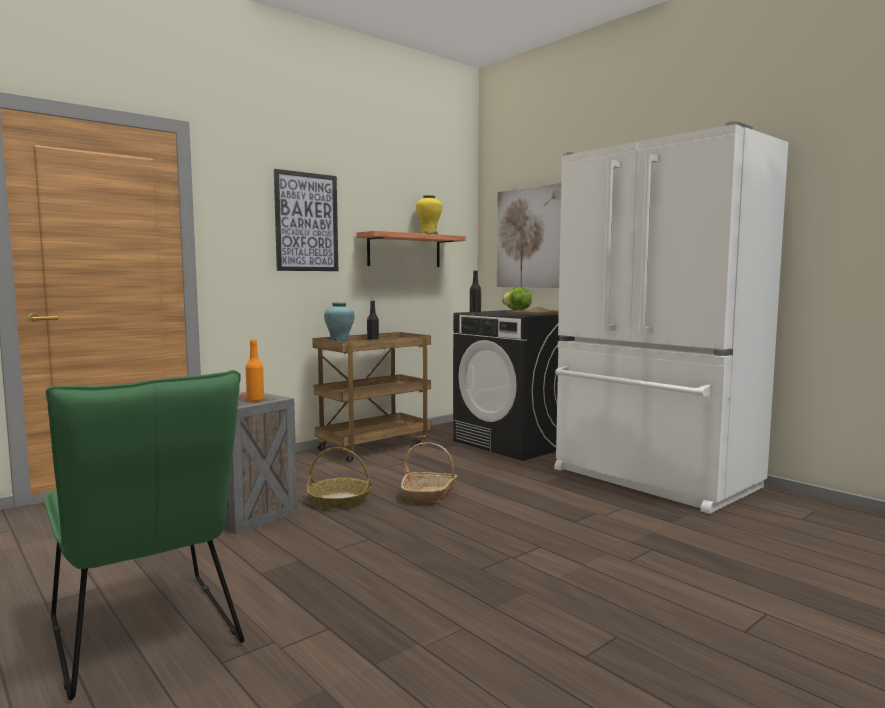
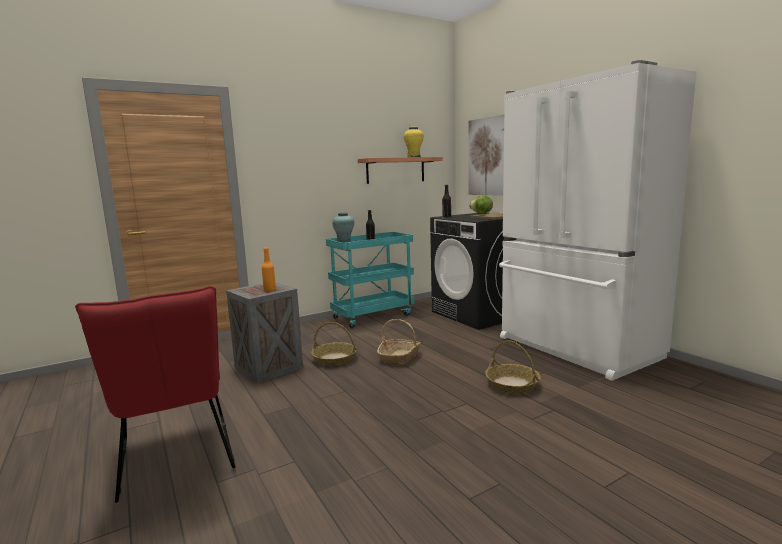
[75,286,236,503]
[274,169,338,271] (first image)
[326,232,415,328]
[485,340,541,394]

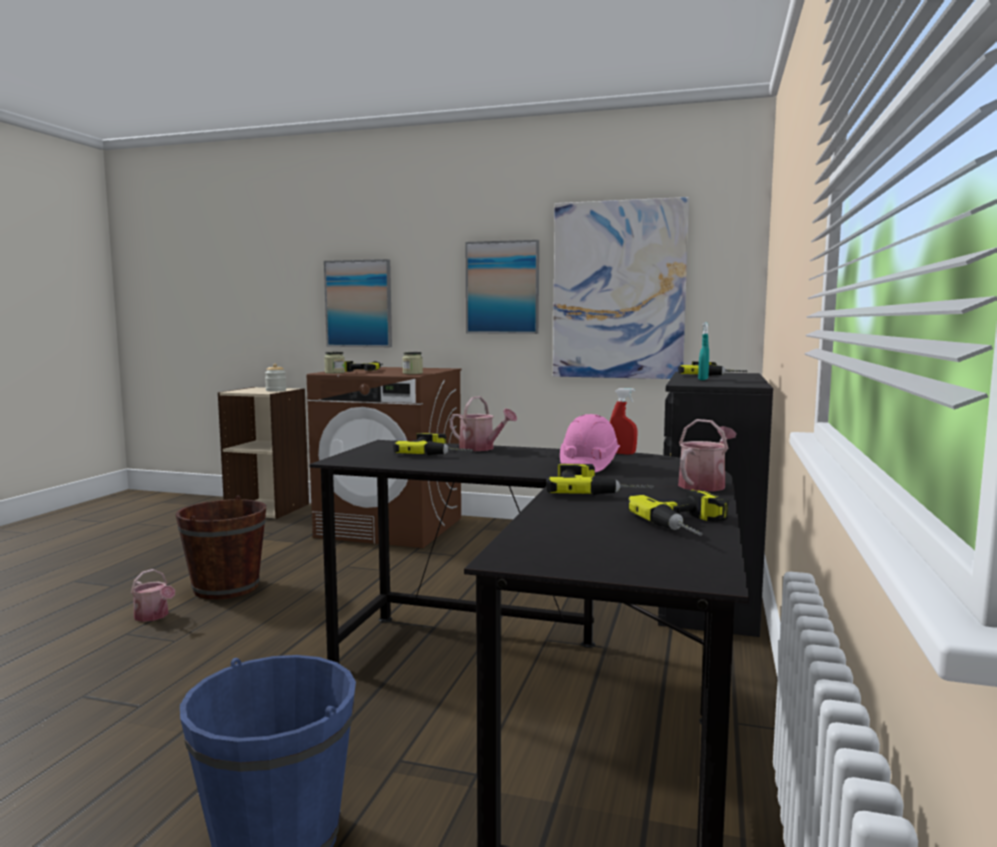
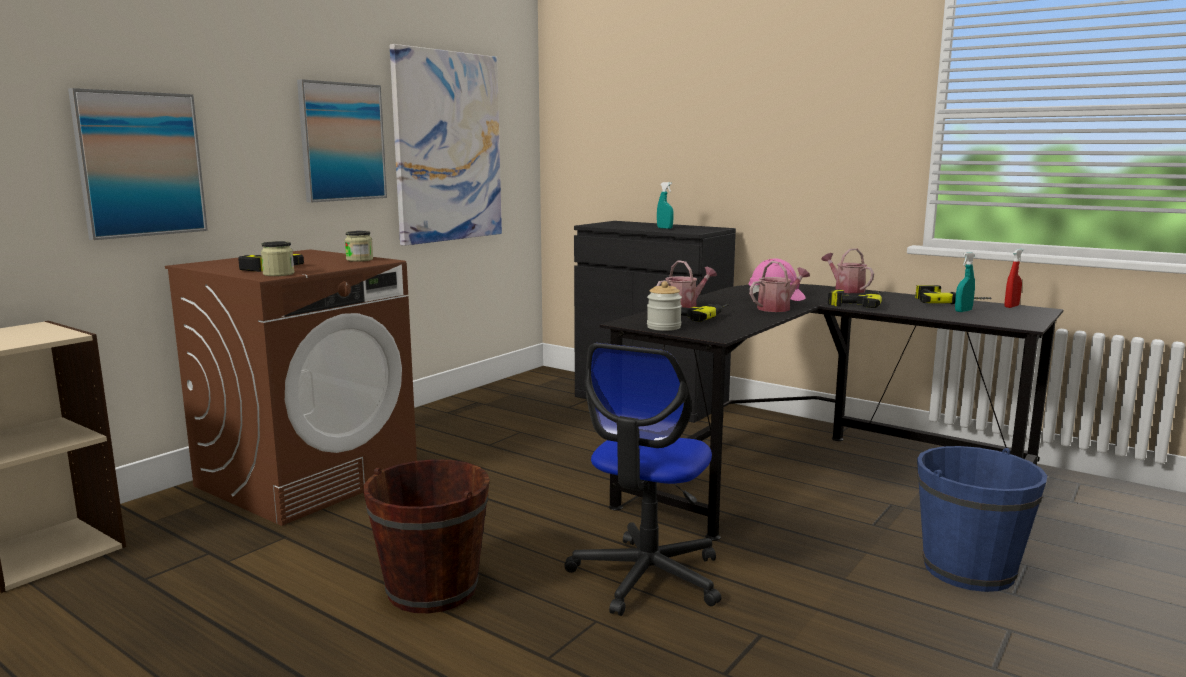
[750,261,810,312]
[647,281,682,331]
[1005,249,1023,308]
[678,362,747,376] (first image)
[564,343,721,616]
[955,252,975,312]

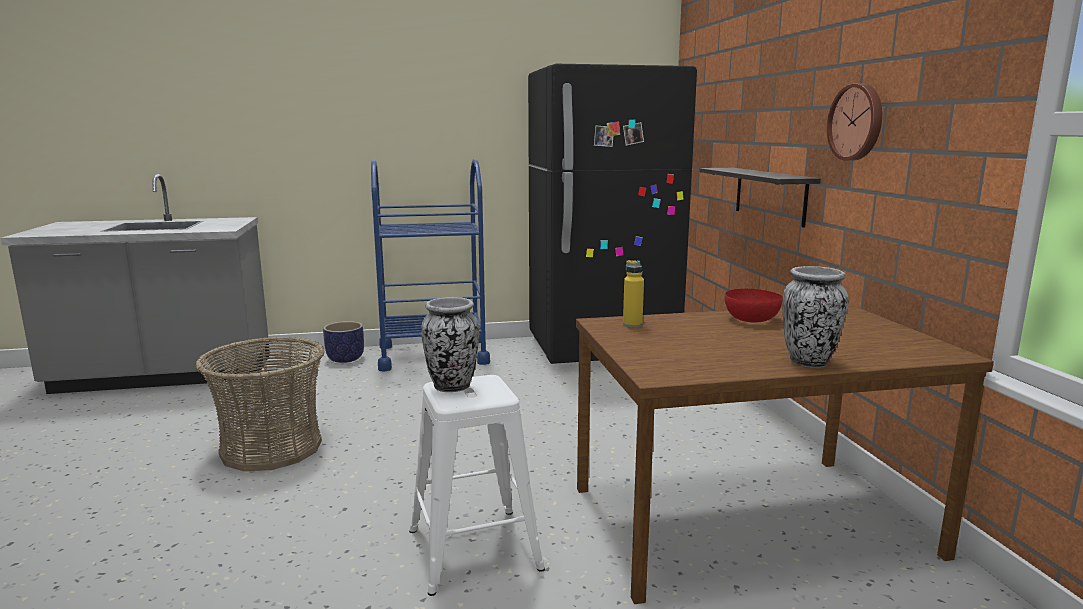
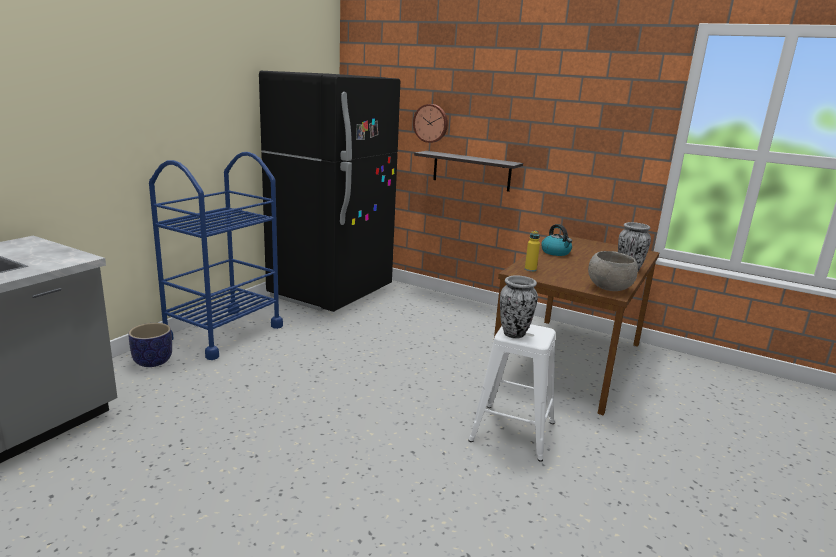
[195,337,325,471] (first image)
[541,224,572,256]
[413,104,448,143]
[588,251,638,291]

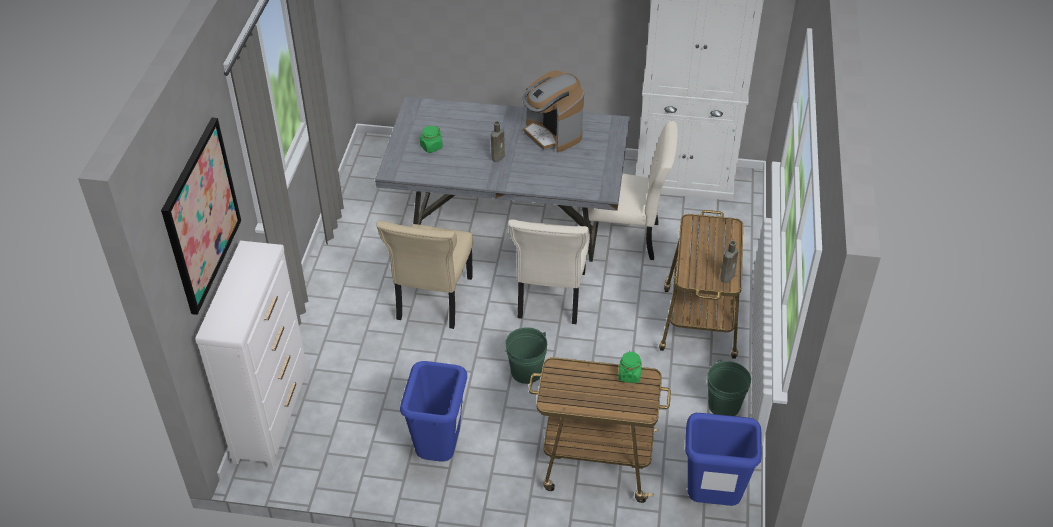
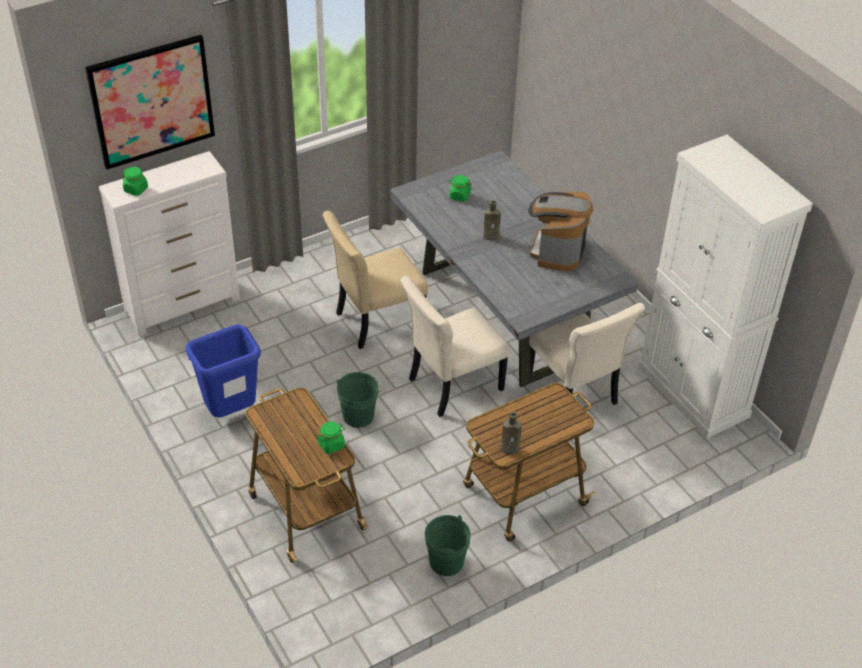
[685,413,762,506] (first image)
[122,167,148,196]

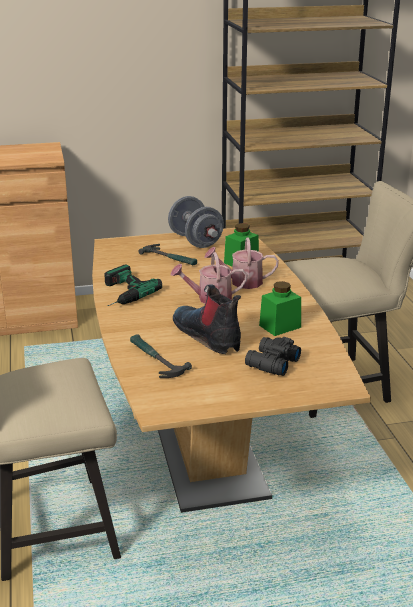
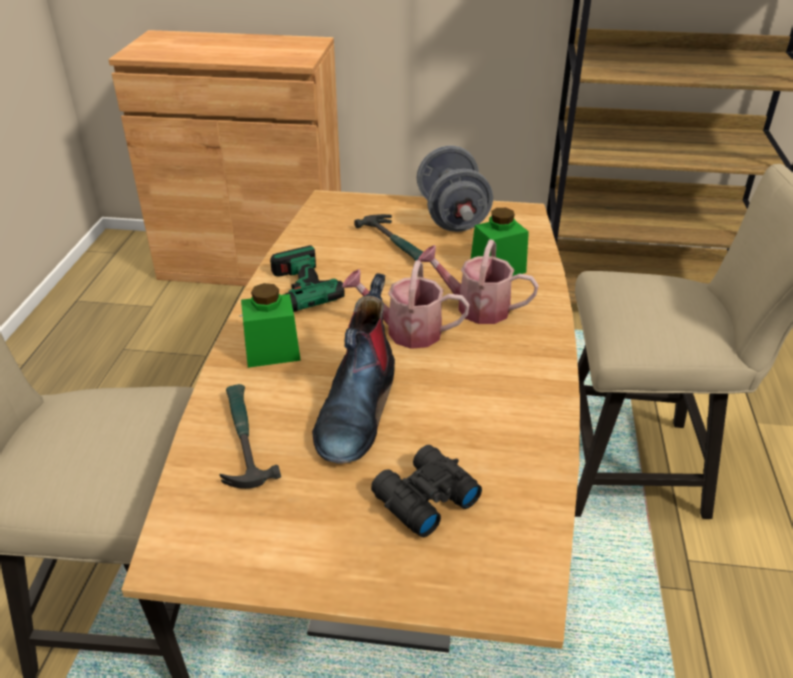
[312,273,395,464]
[241,283,301,368]

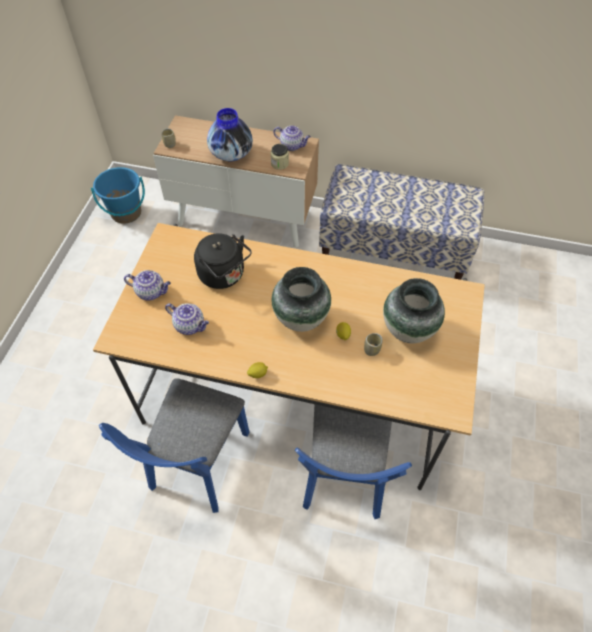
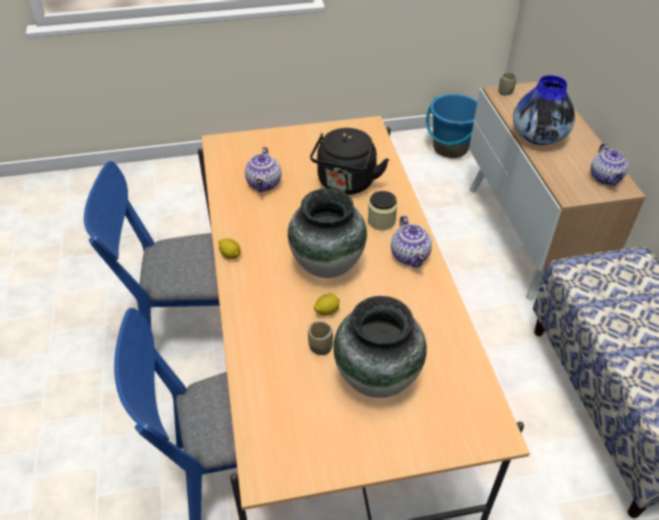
[391,216,432,268]
[368,191,397,230]

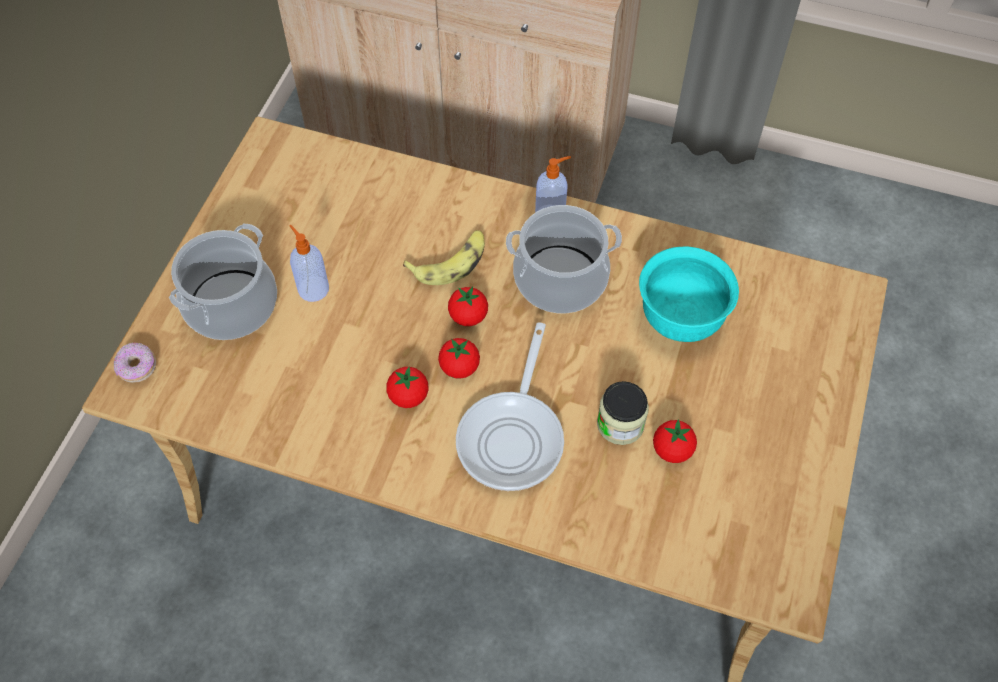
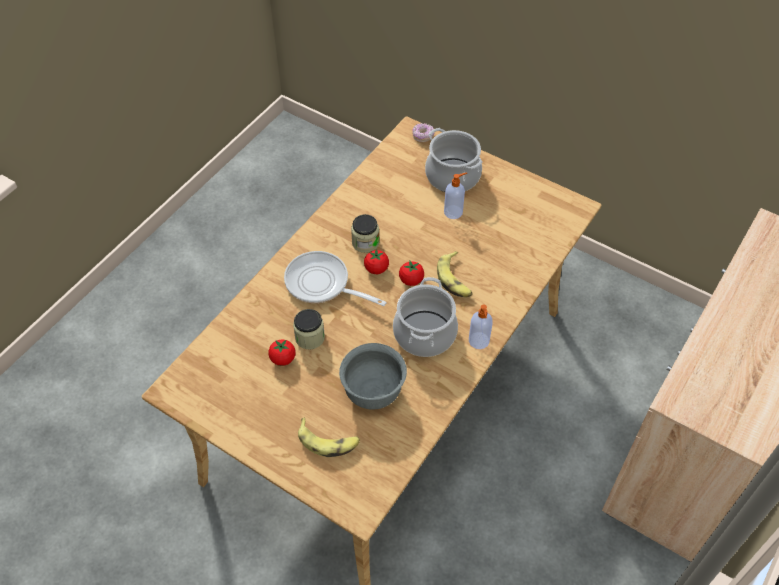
[351,214,379,253]
[339,343,407,410]
[298,417,360,457]

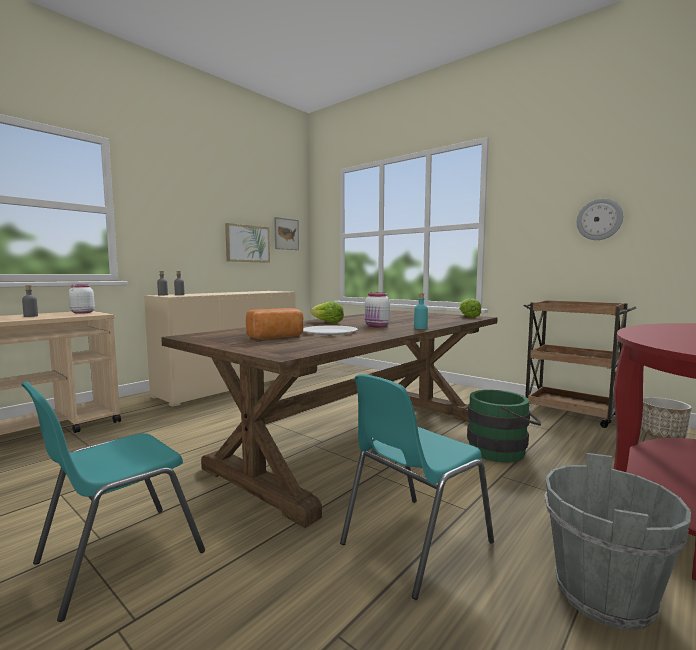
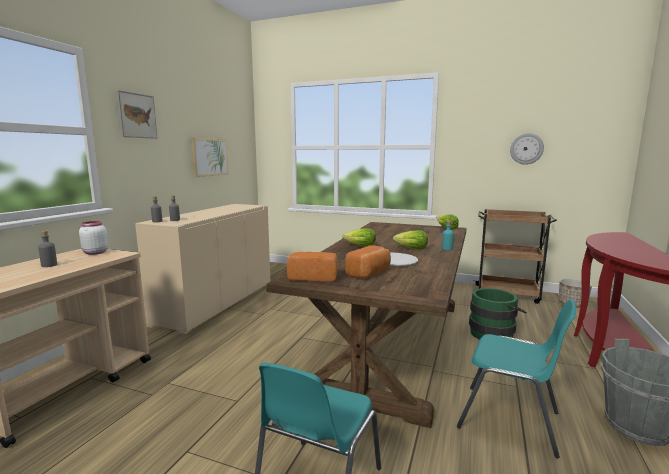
[117,90,157,139]
[457,299,576,458]
[393,230,428,250]
[287,252,337,282]

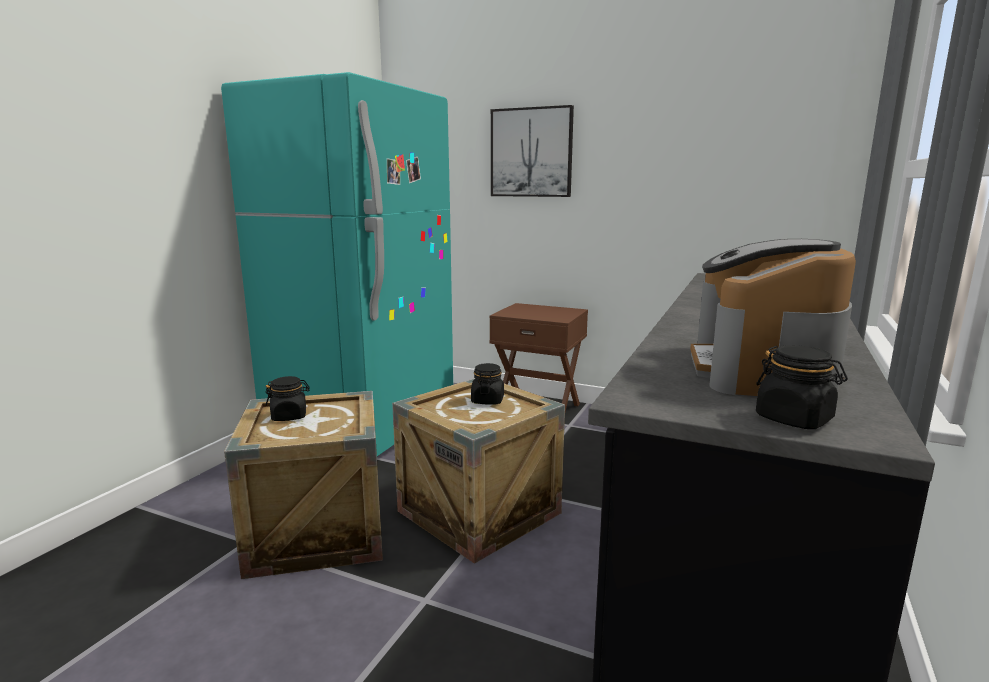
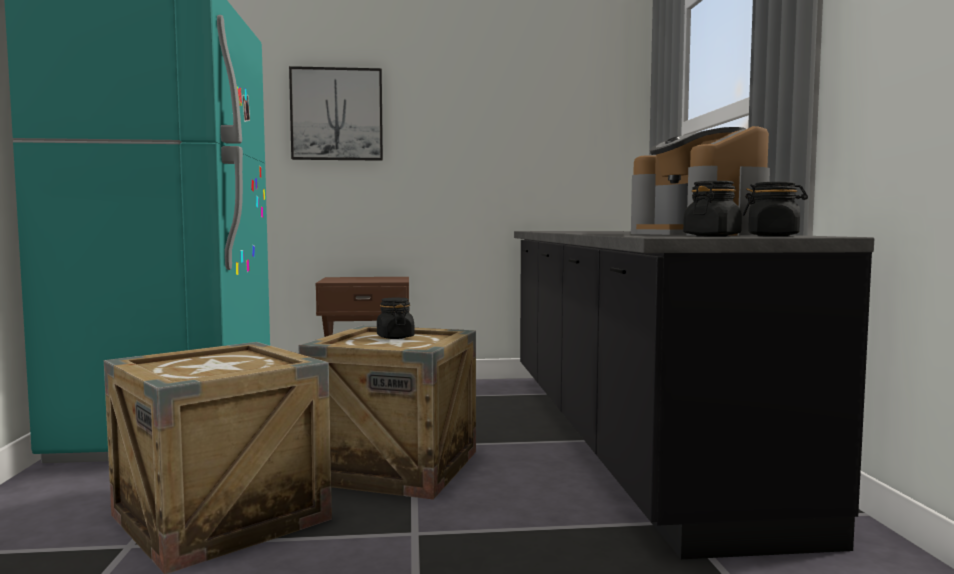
[683,181,742,236]

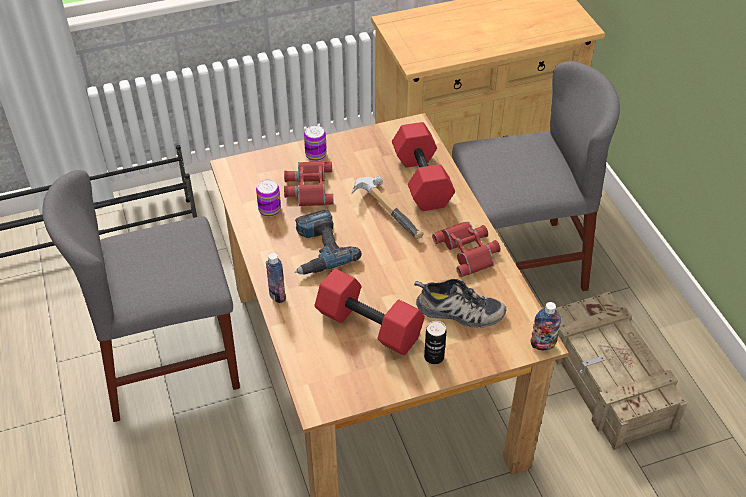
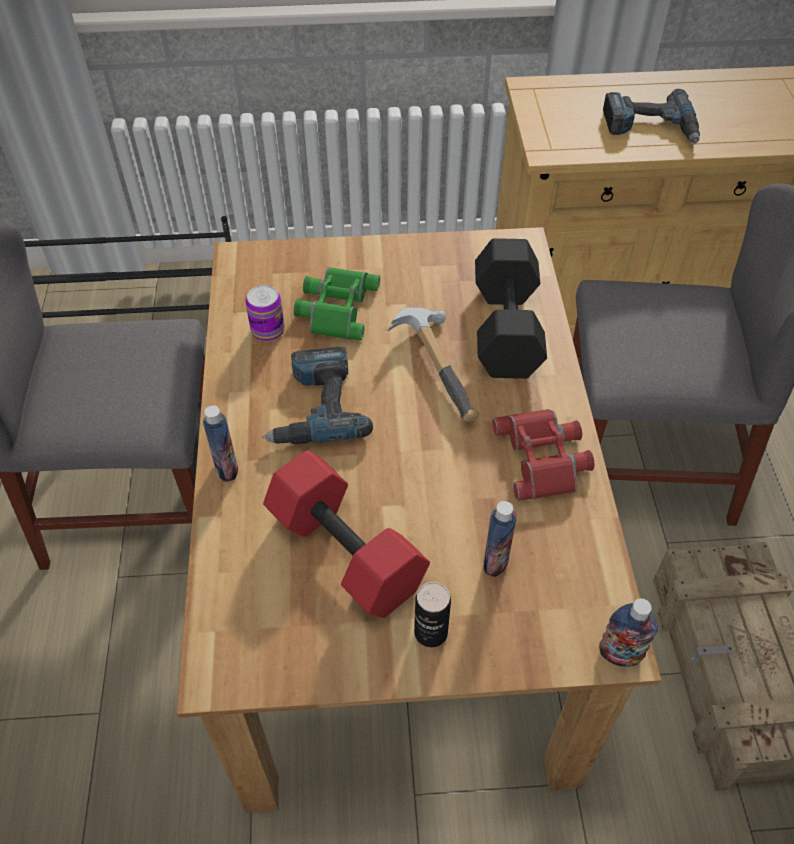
[294,267,380,340]
[304,125,327,161] (first image)
[475,238,547,379]
[483,501,517,577]
[603,89,700,143]

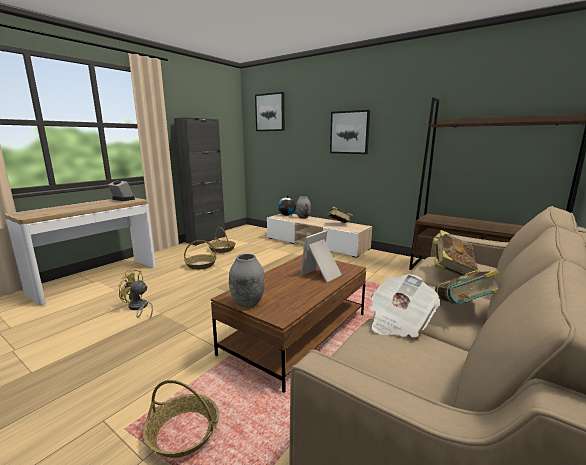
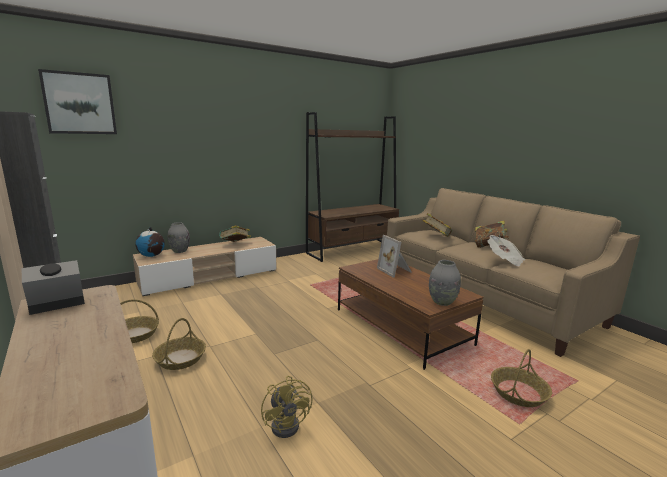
[261,376,313,438]
[330,110,370,154] (first image)

